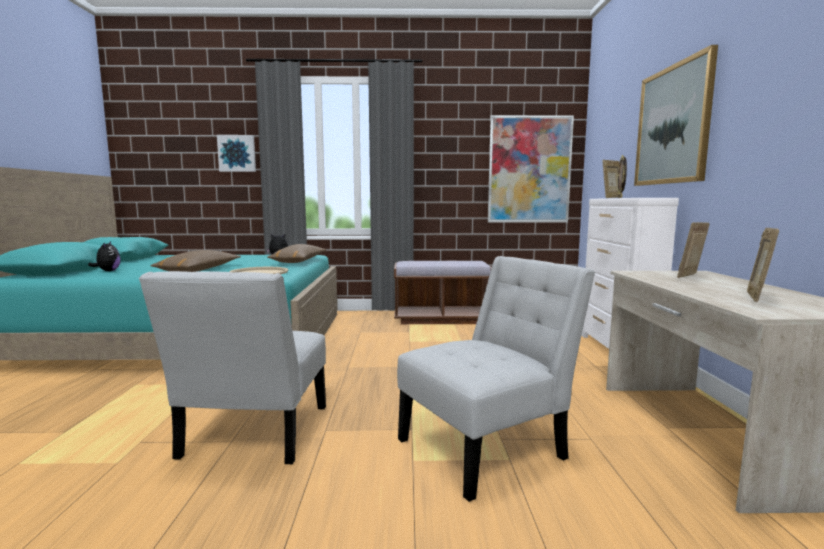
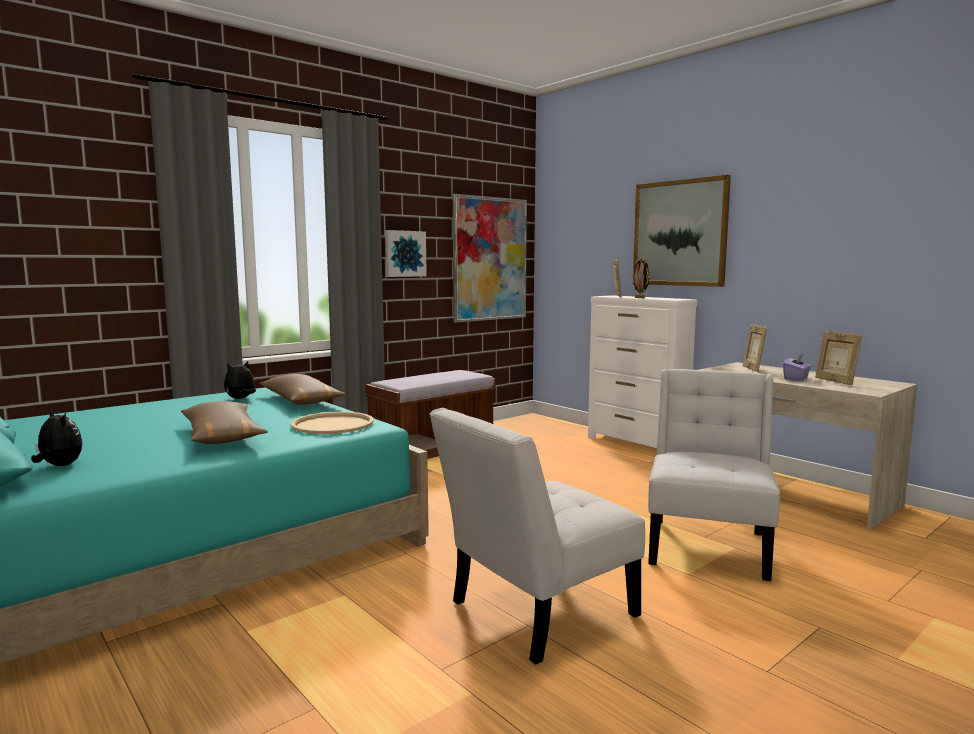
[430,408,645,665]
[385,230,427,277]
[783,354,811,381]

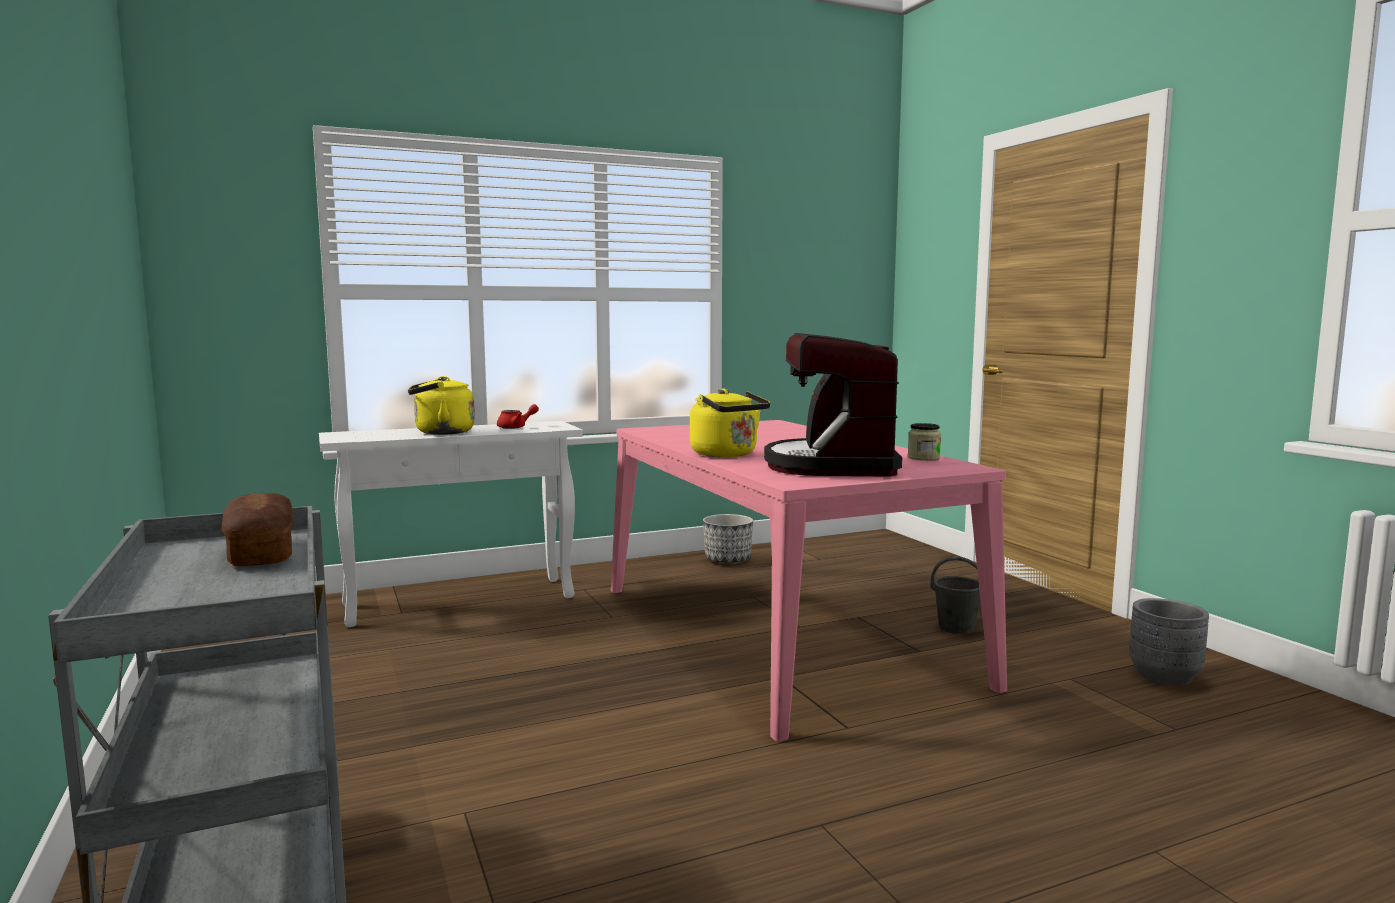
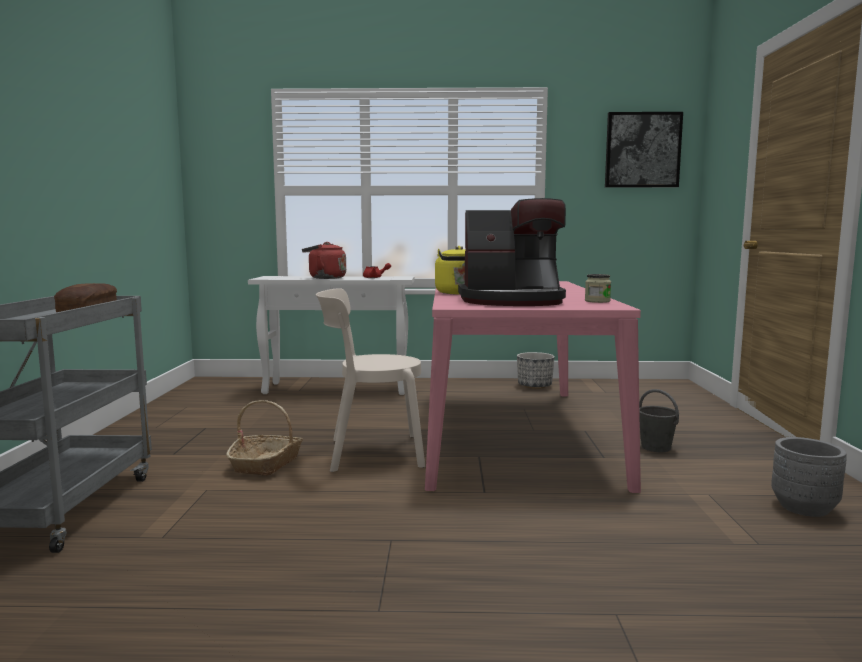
[302,242,346,279]
[458,198,566,306]
[226,400,303,476]
[316,288,425,472]
[605,112,683,188]

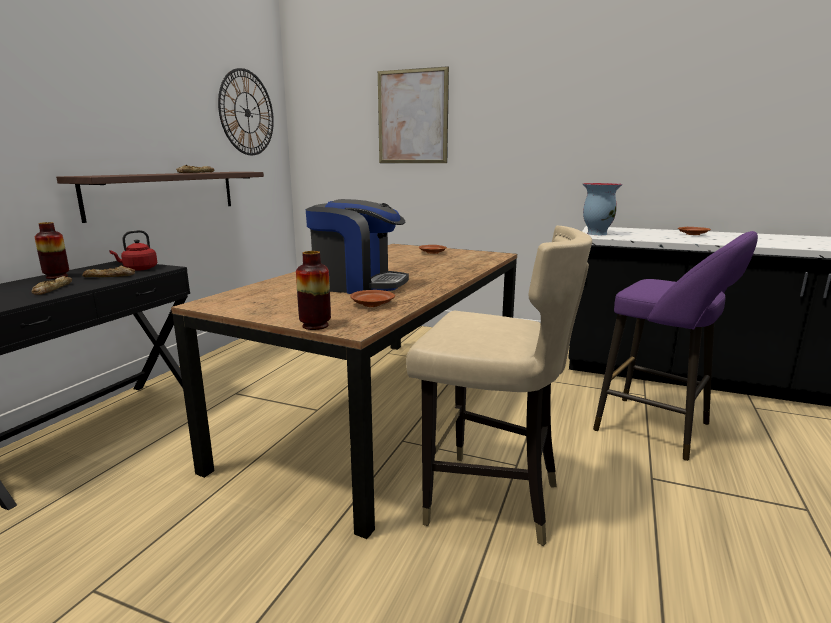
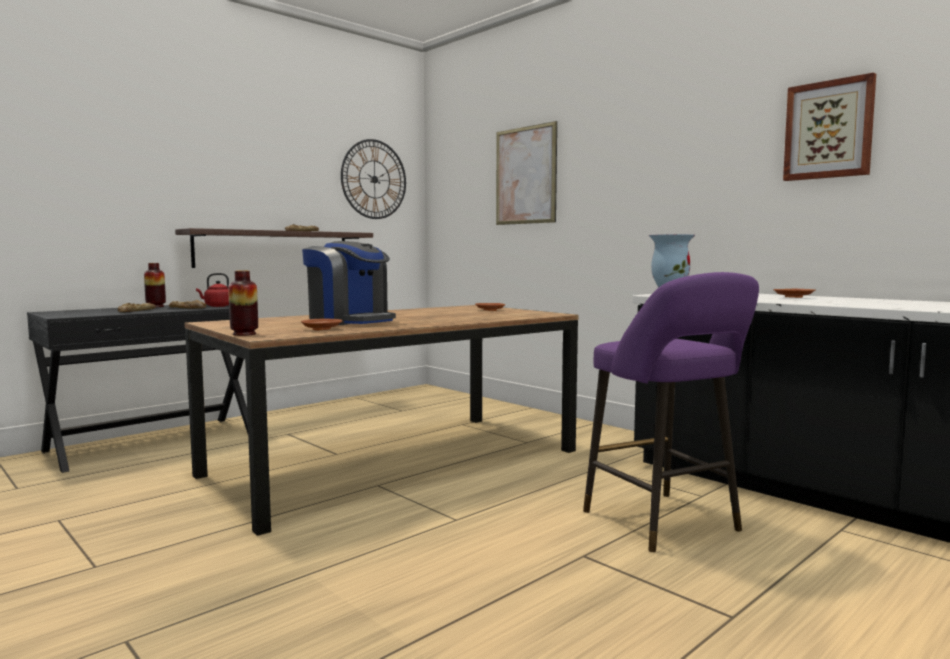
[406,226,592,546] (first image)
[783,73,876,181]

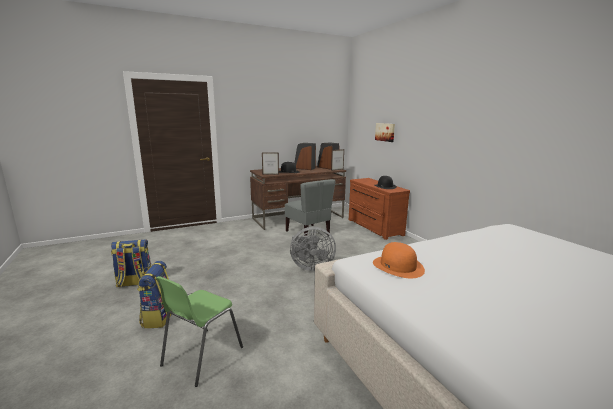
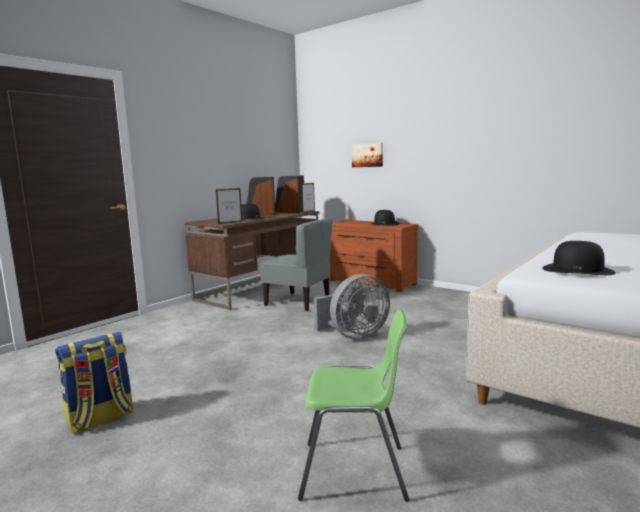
[137,261,172,328] (first image)
[298,309,409,502]
[542,241,616,275]

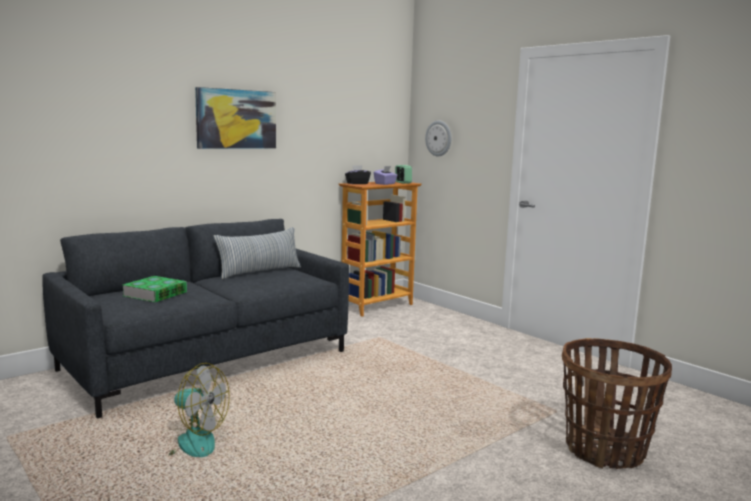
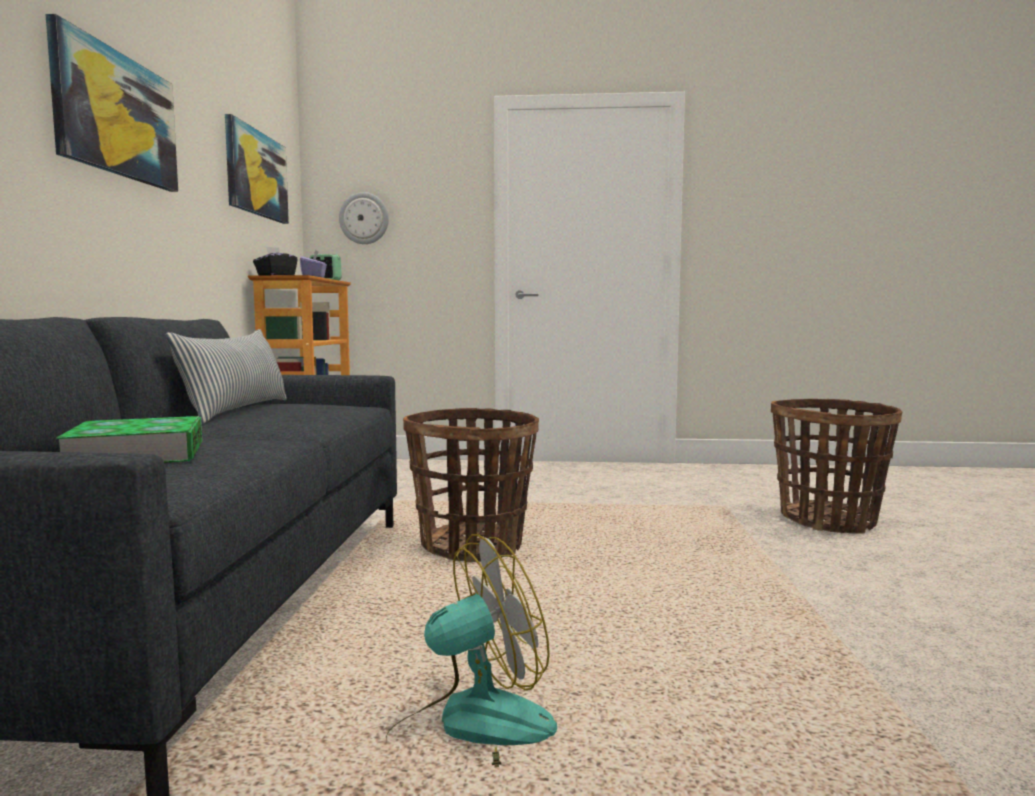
[225,114,289,224]
[403,408,539,562]

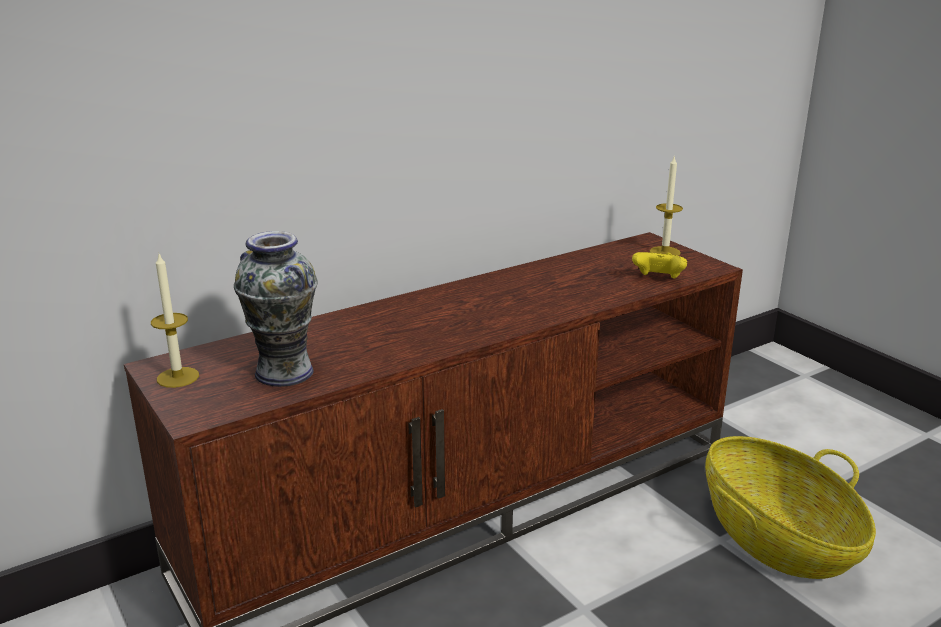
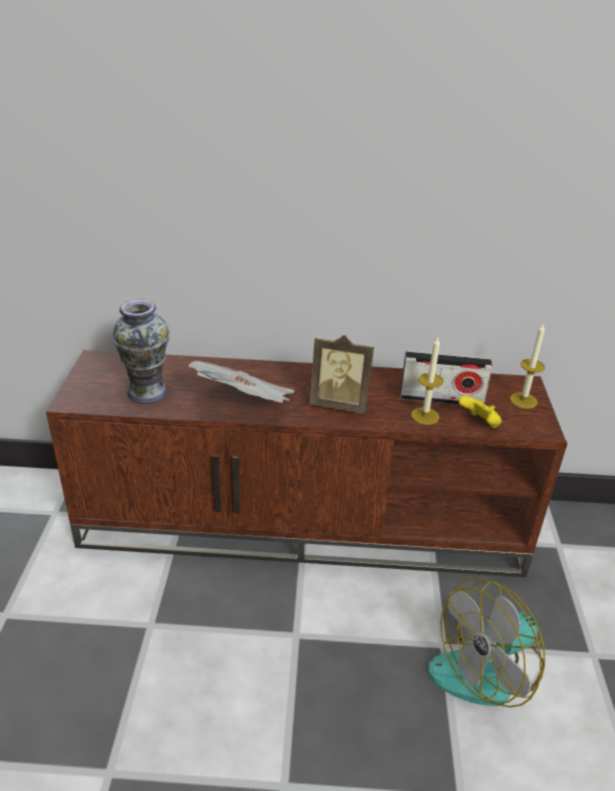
[411,337,444,425]
[428,578,545,708]
[189,361,295,403]
[309,335,374,414]
[400,351,492,405]

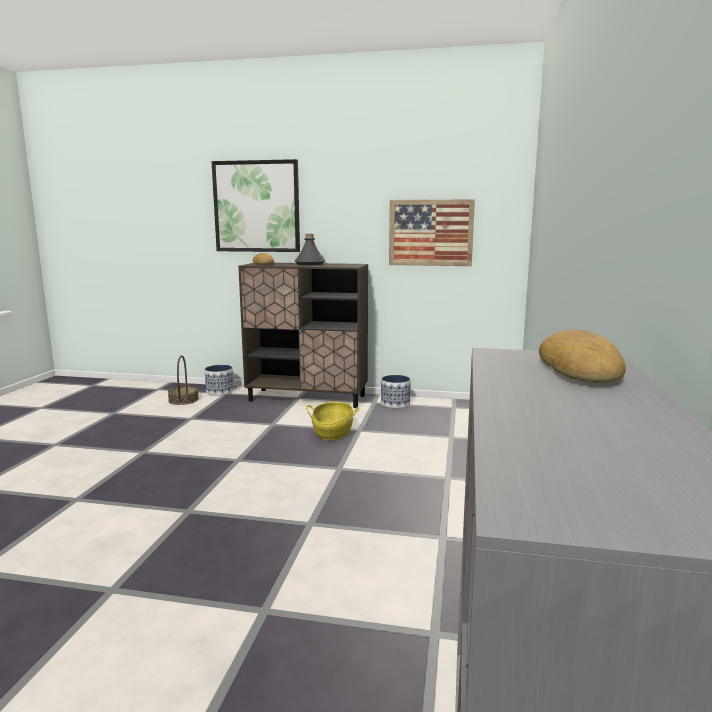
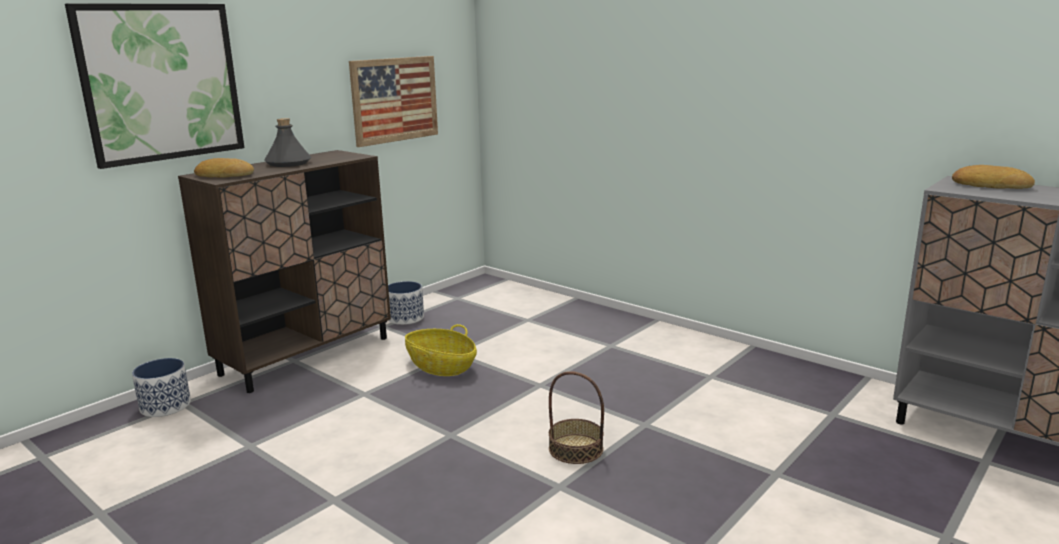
[549,371,604,464]

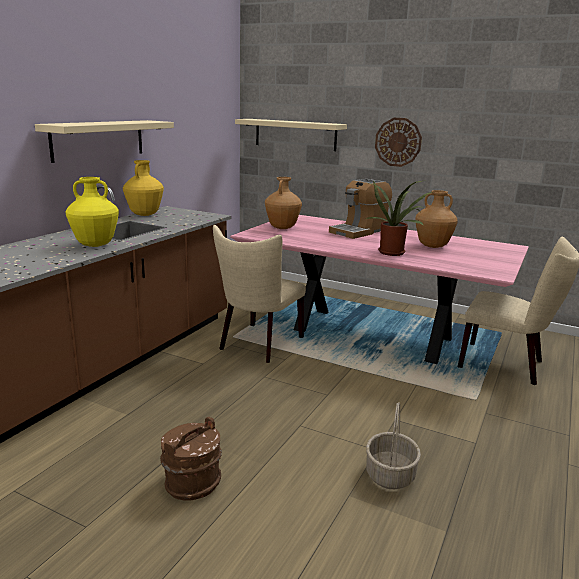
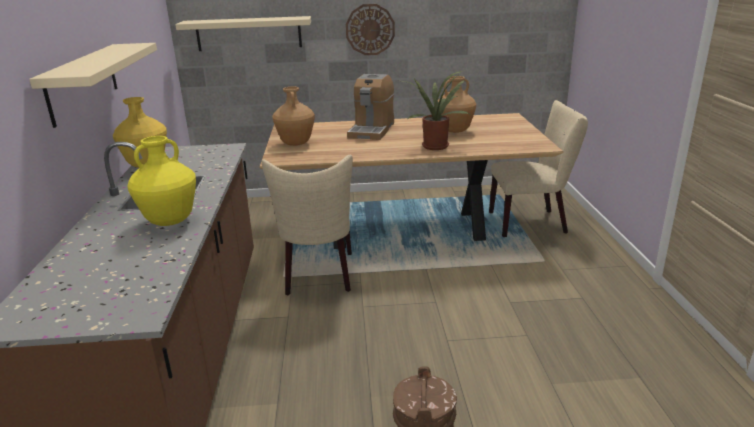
[259,113,563,249]
[366,402,421,489] (first image)

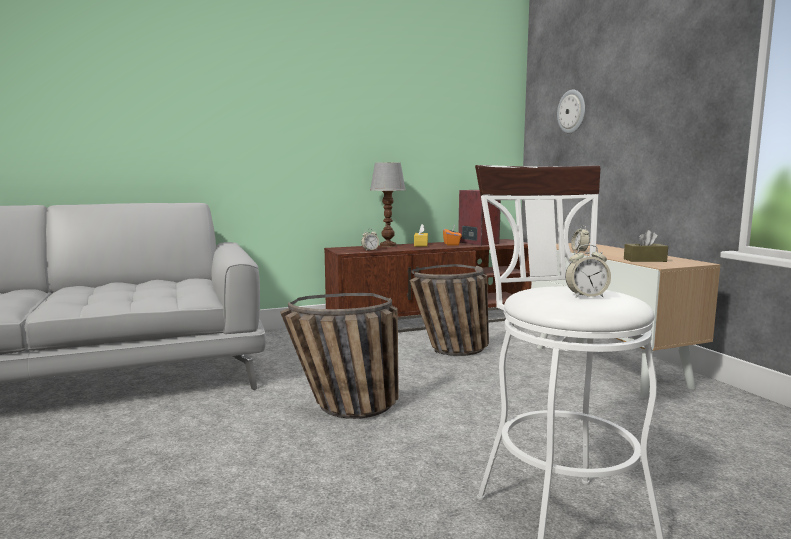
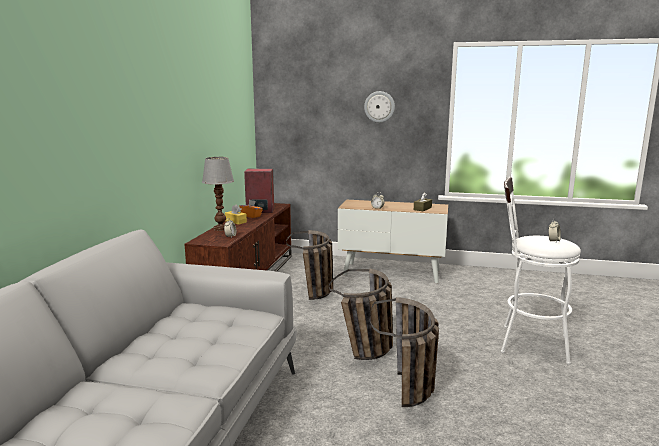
[364,91,395,123]
[370,297,439,407]

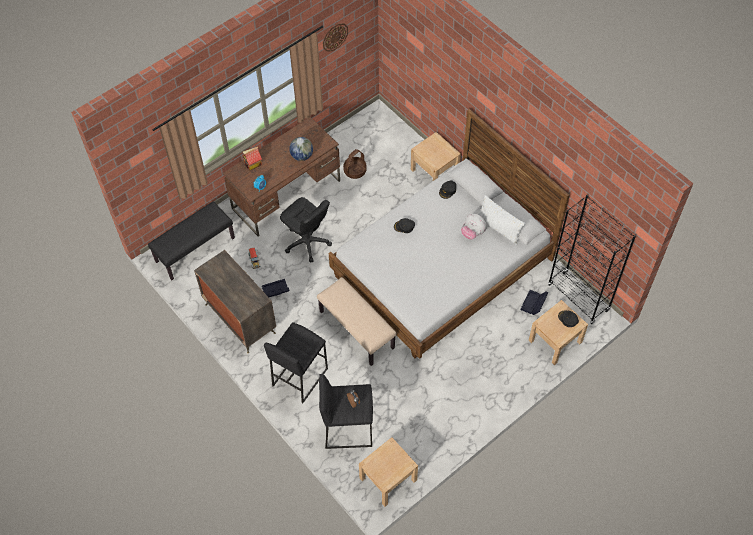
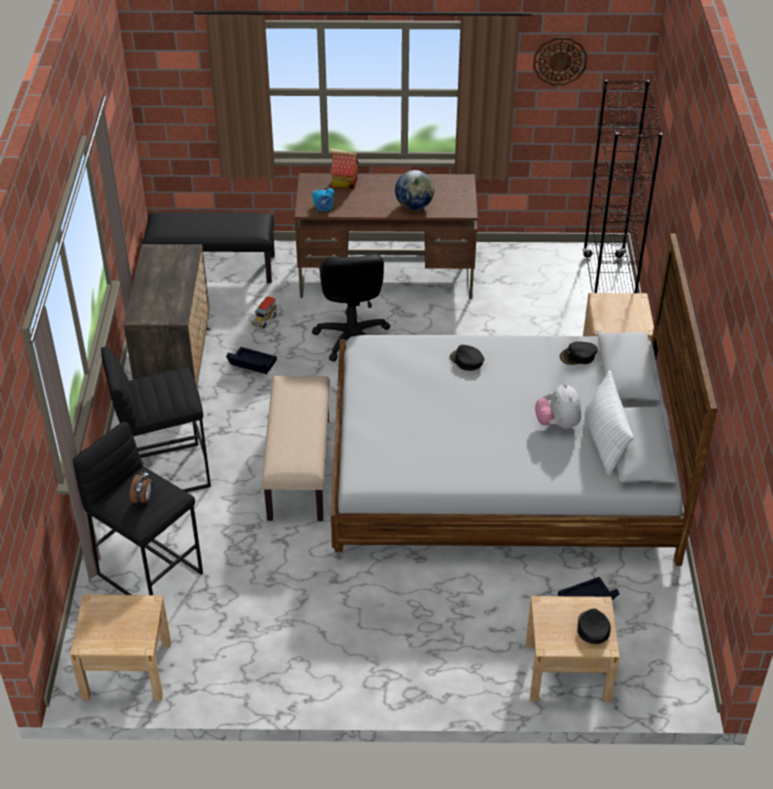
[343,149,367,179] (first image)
[582,80,663,293]

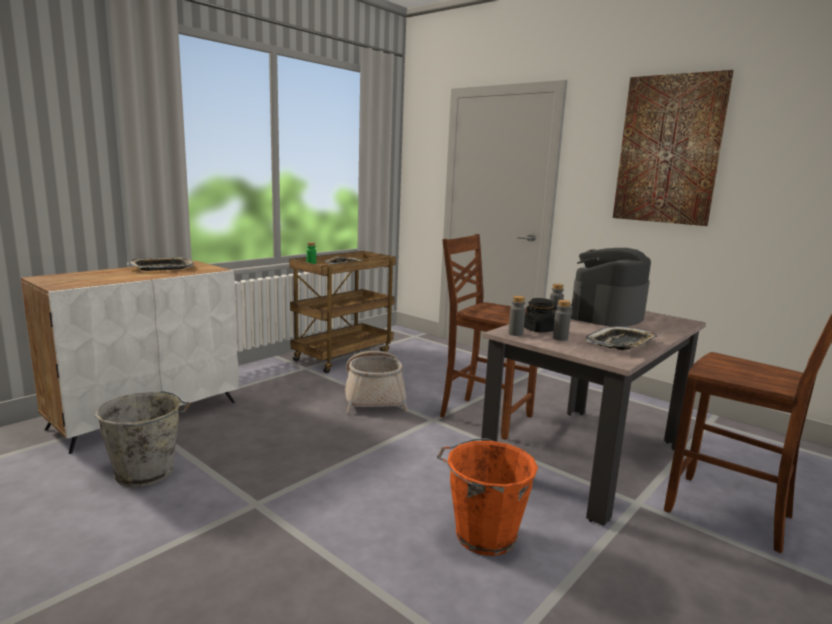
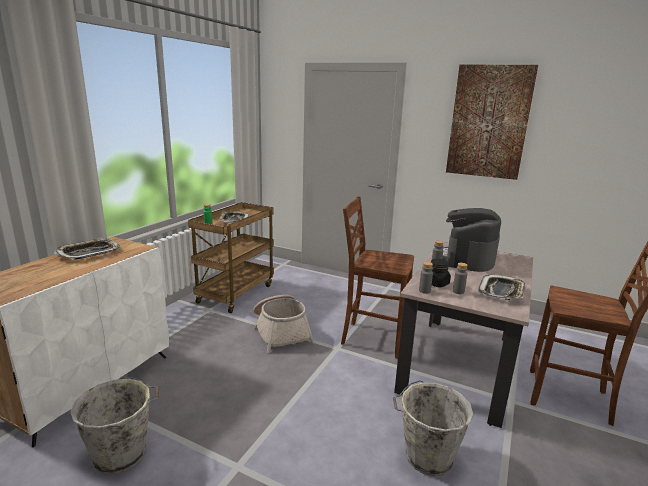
[393,380,473,476]

